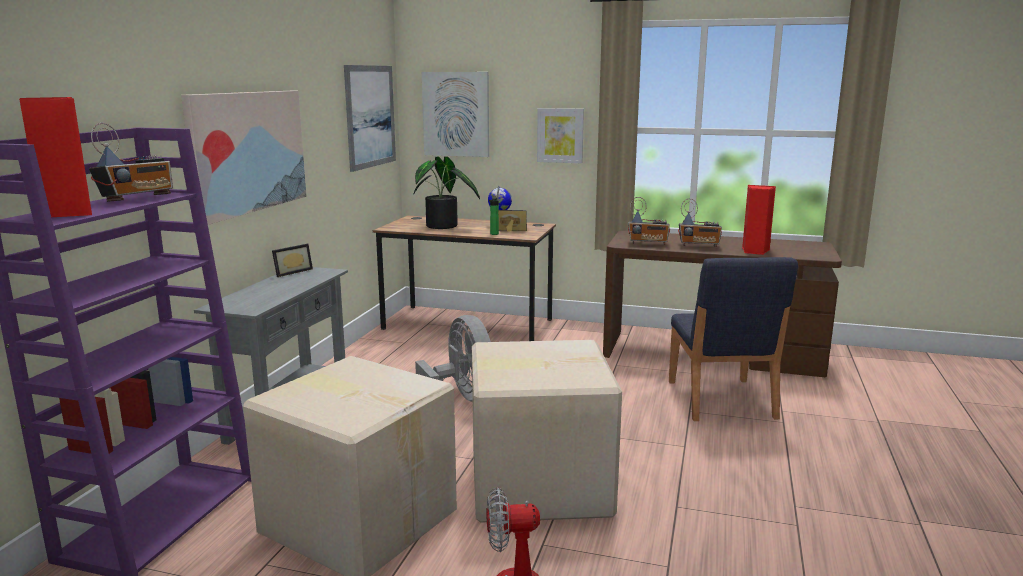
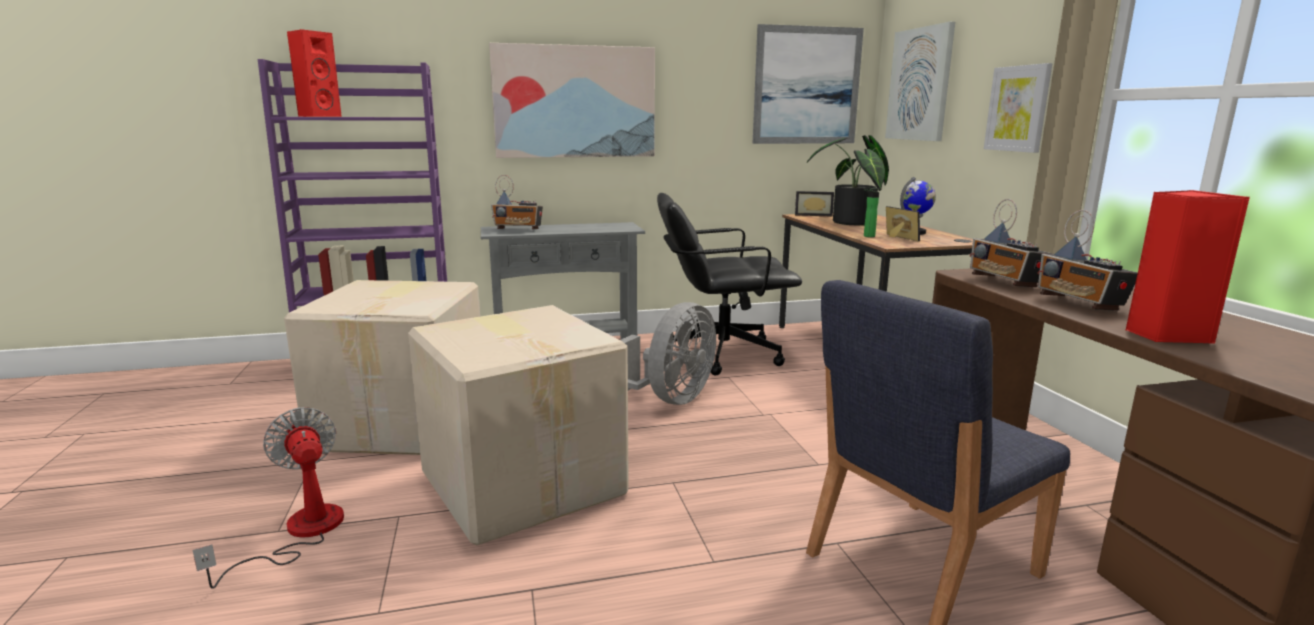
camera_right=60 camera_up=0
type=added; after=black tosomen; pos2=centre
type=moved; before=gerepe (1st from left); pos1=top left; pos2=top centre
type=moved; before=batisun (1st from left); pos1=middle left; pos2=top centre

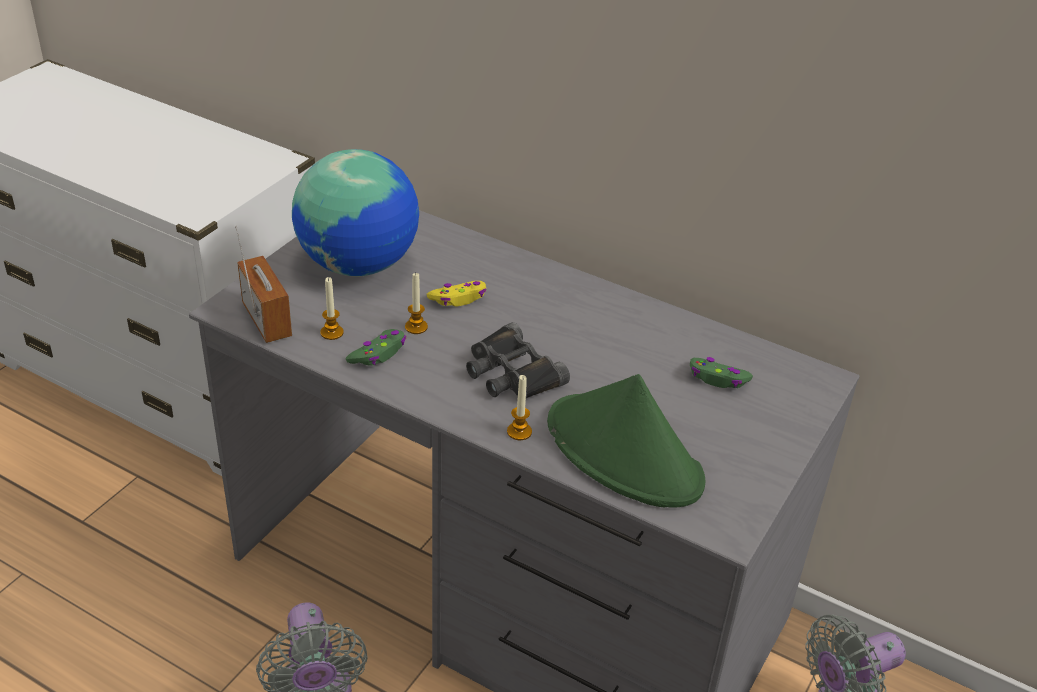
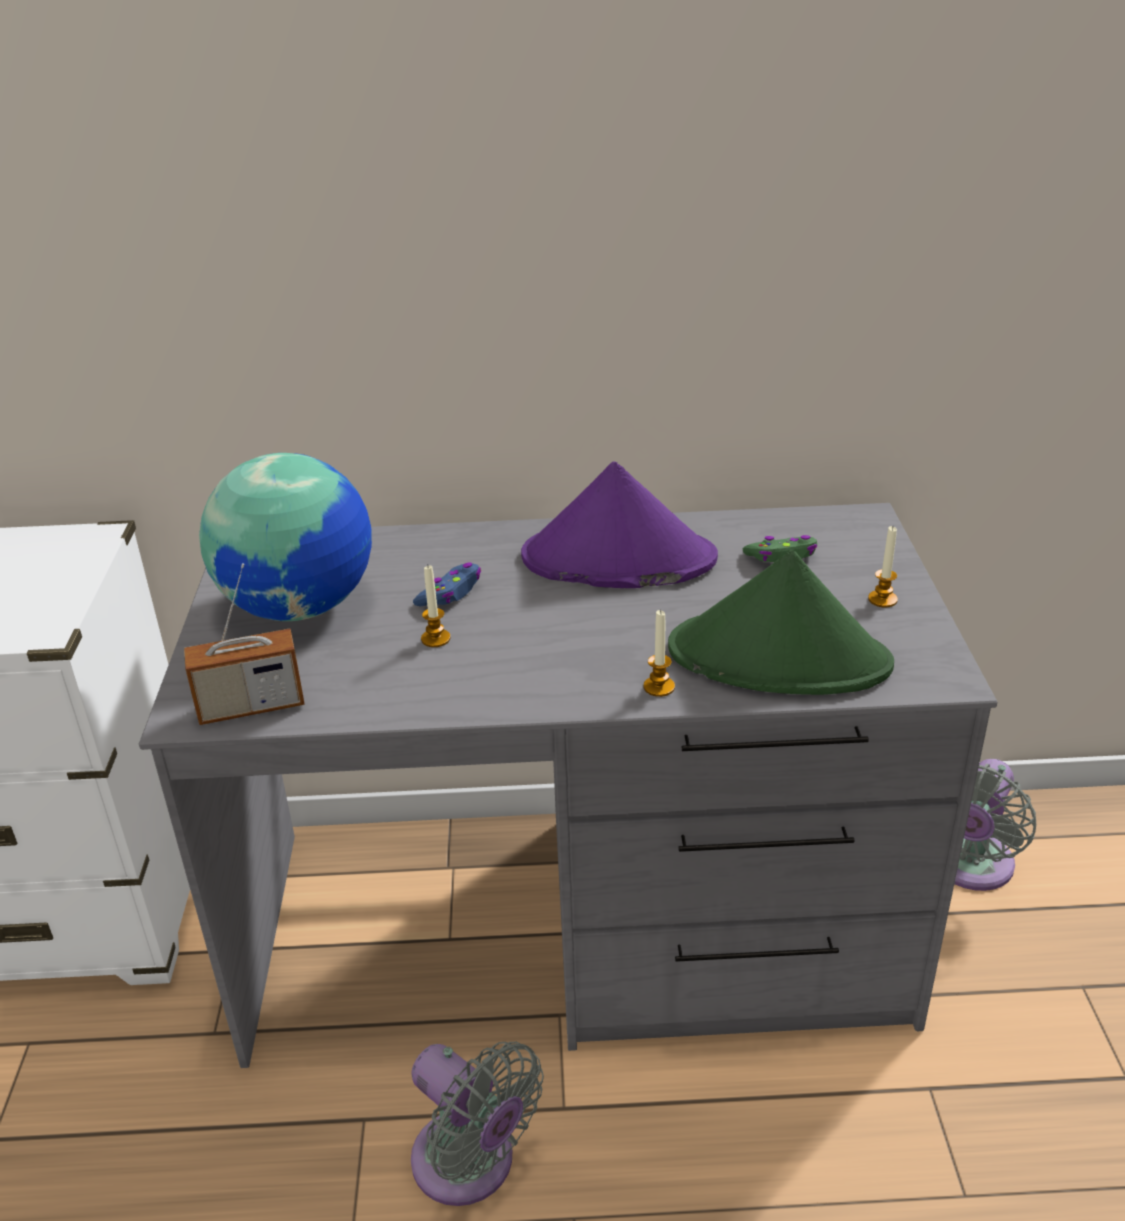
camera_right=-30 camera_up=-5
type=removed; before=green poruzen (1st from left); pos1=centre
type=removed; before=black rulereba; pos1=centre
type=added; after=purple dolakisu; pos2=centre
type=moved; before=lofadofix (1st from left in the first image); after=lofadofix (3rd from left); pos1=middle left; pos2=middle right
type=recoloured; before=yellow poruzen; after=blue poruzen; pos1=centre; pos2=centre
type=turned; before=gerepe; pos1=middle left; pos2=middle left; turn=135

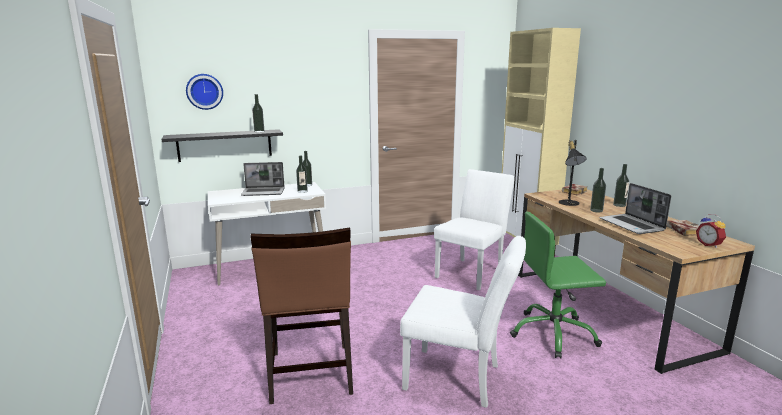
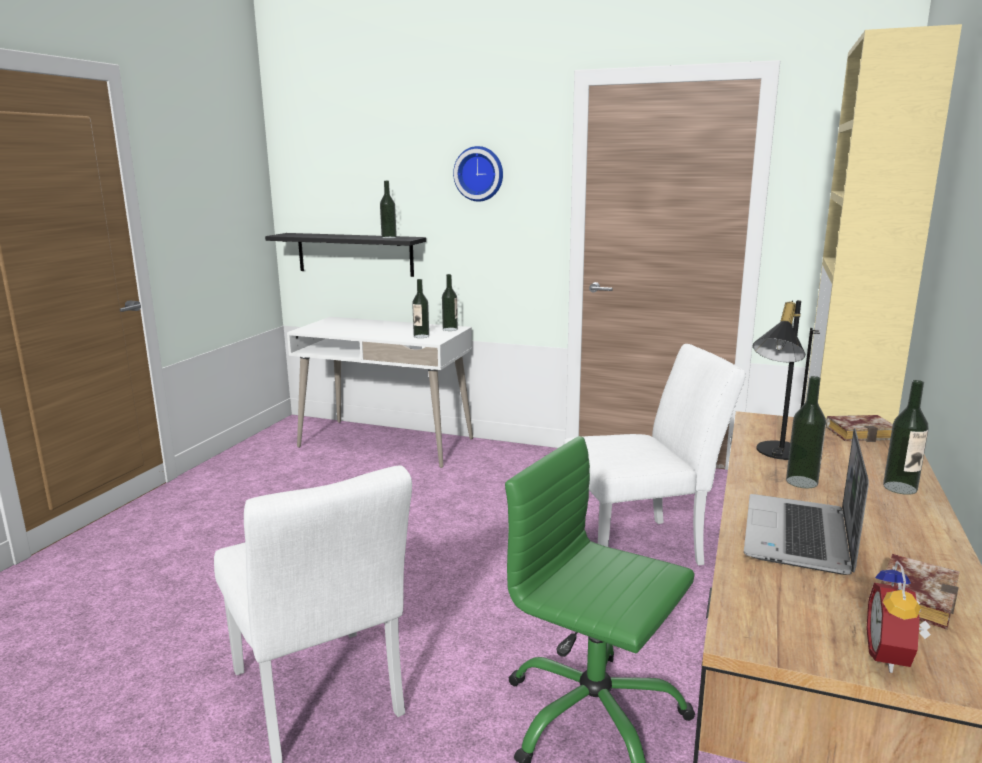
camera_right=40 camera_up=0
type=removed; before=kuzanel (1st from left); pos1=centre
type=removed; before=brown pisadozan; pos1=bottom centre
type=moved; before=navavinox; pos1=top left; pos2=top centre

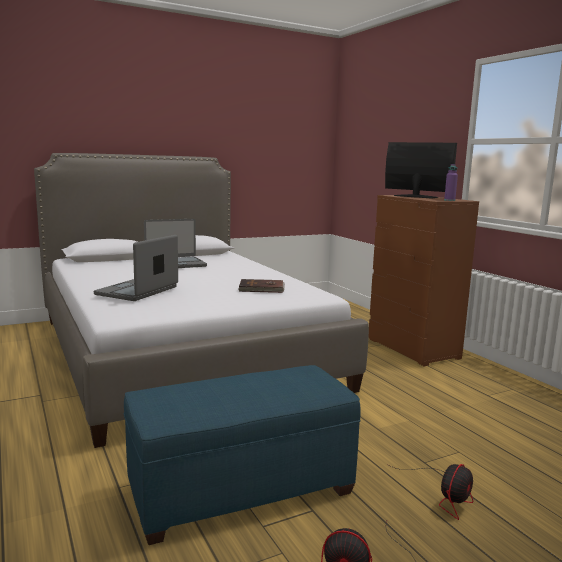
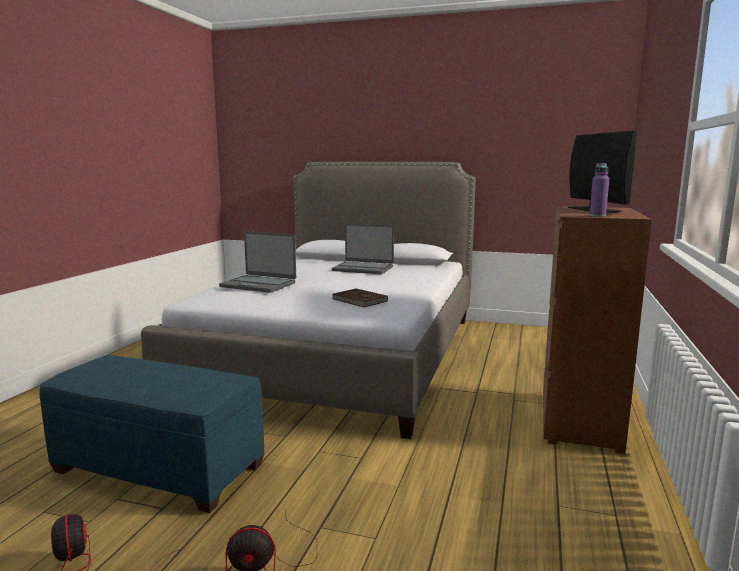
camera_right=45 camera_up=0
type=turned; before=kuzanel (1st from left); pos1=middle left; pos2=centre; turn=-135

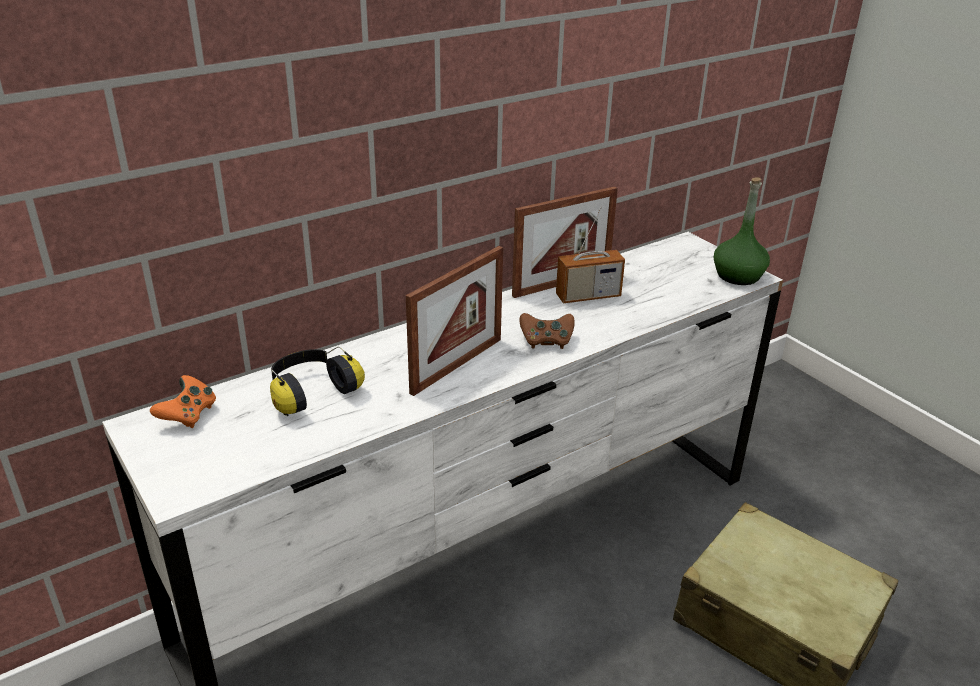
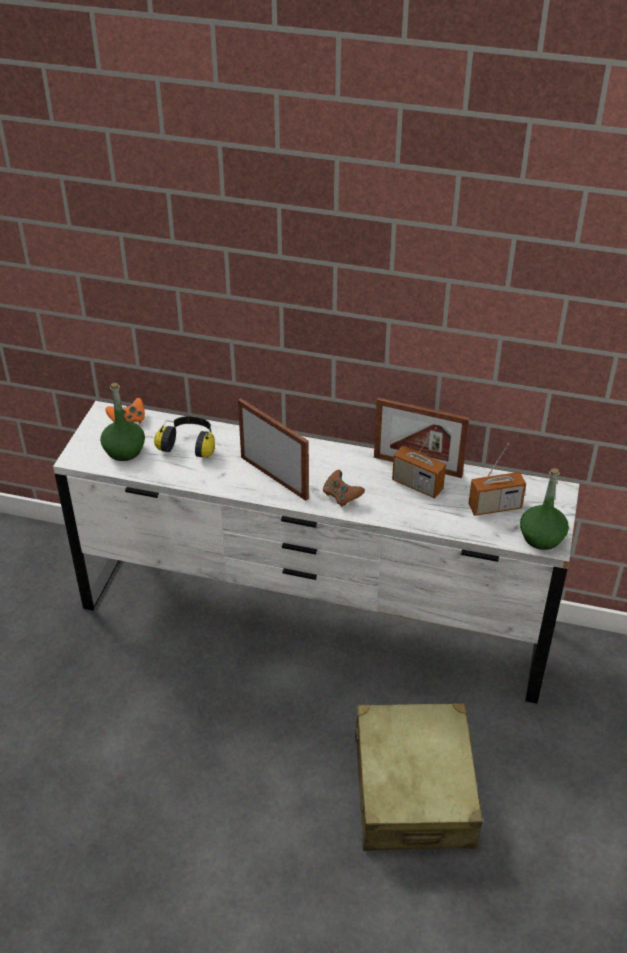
camera_right=50 camera_up=10
type=added; after=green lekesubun (1st from left); pos2=middle left
type=added; after=gerepe (2nd from left); pos2=middle right
type=turned; before=batisun (1st from left); pos1=centre; pos2=centre; turn=-135

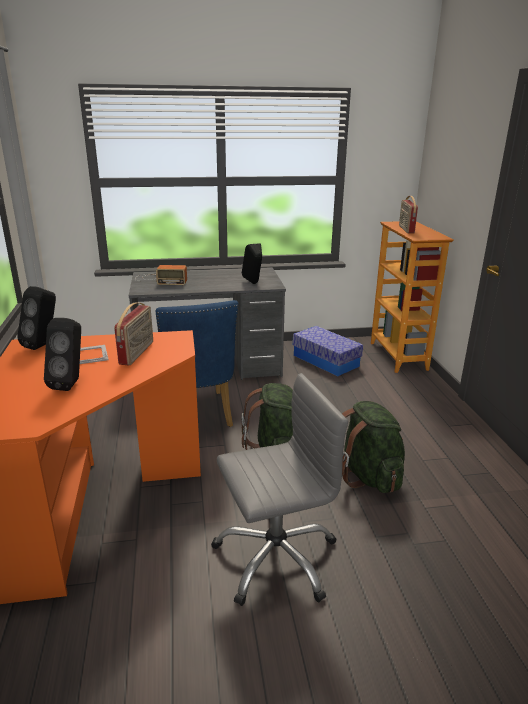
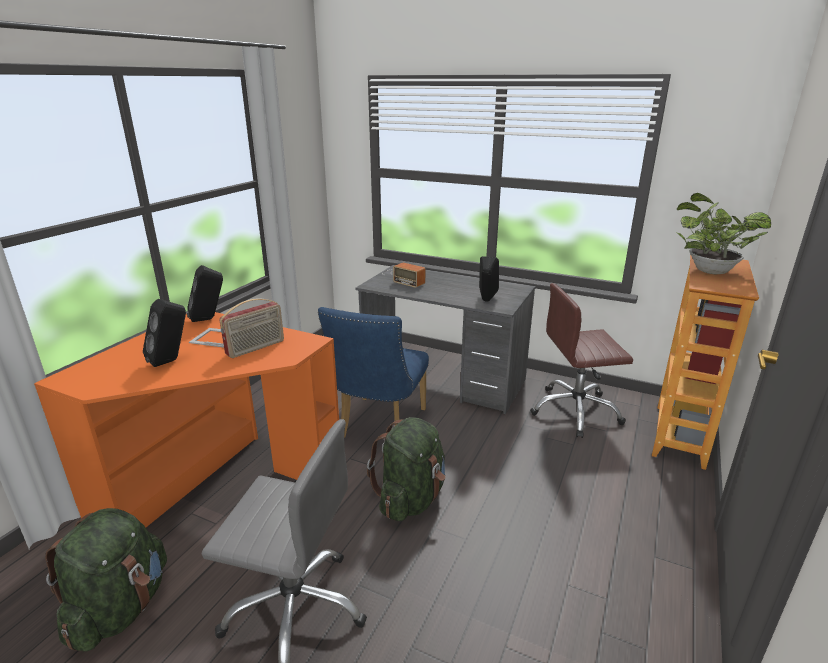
camera_right=35 camera_up=0
type=moved; before=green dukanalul (2nd from left in the first image); after=green dukanalul (1st from left); pos1=middle right; pos2=bottom left
type=replaced; before=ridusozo; after=brown tosomen; pos1=centre; pos2=middle right
type=replaced; before=gerepe (3rd from left); after=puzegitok; pos1=top right; pos2=middle right

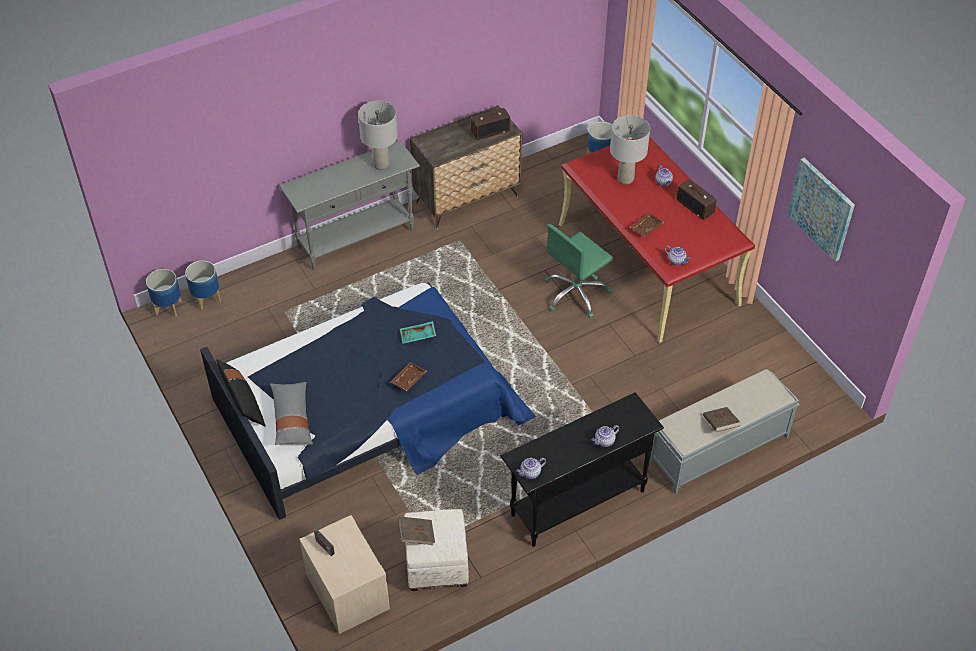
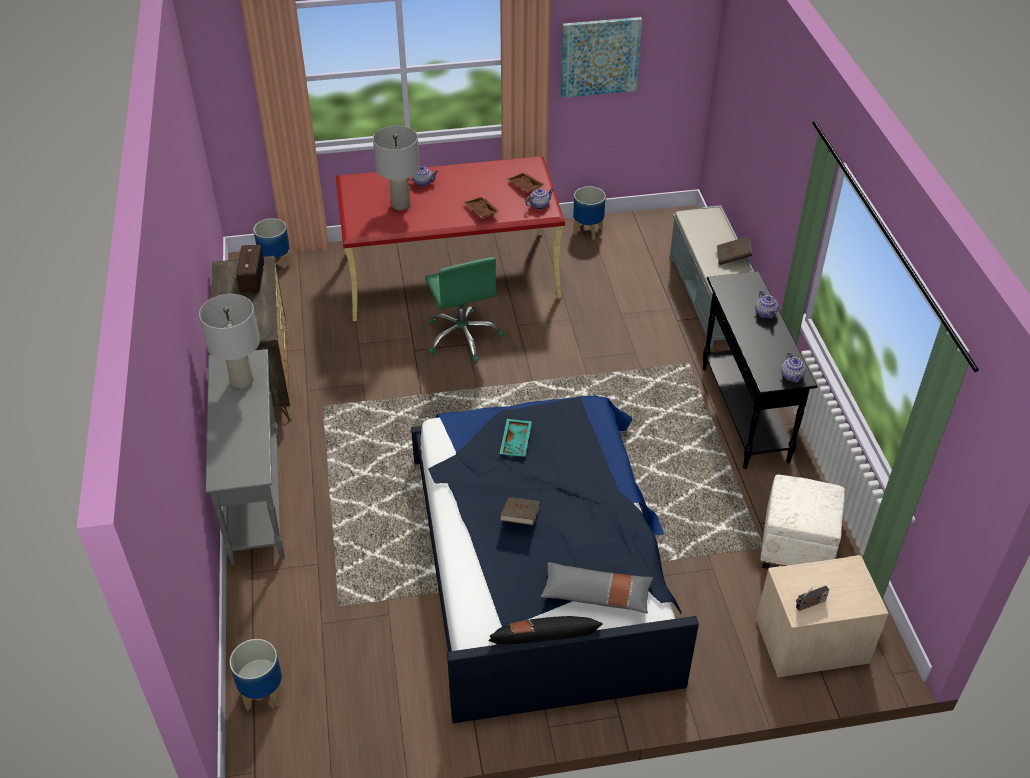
camera_right=-70 camera_up=-5
type=removed; before=gerepe (3rd from left); pos1=top right
type=moved; before=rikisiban (1st from left in the first image); after=rikisiban (3rd from left); pos1=middle left; pos2=top centre
type=moved; before=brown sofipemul (1st from left in the first image); after=brown sofipemul (2nd from left); pos1=centre; pos2=top centre
type=moved; before=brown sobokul (1st from left); pos1=bottom centre; pos2=centre

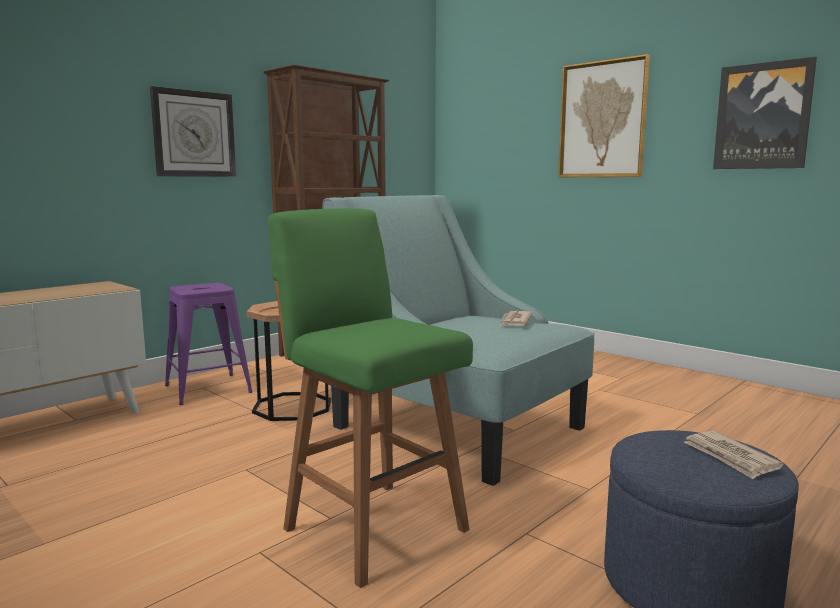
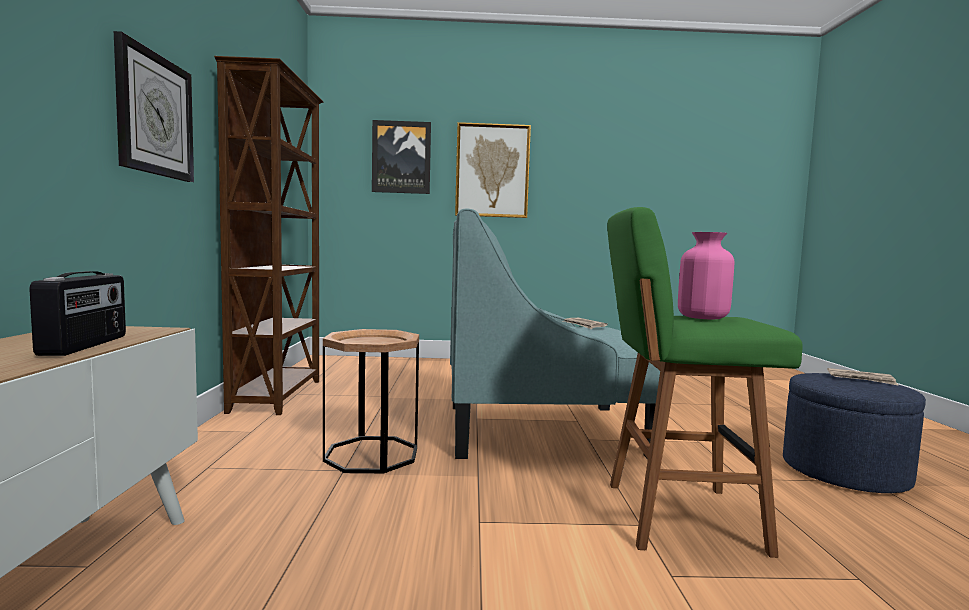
camera_right=-45 camera_up=-5
type=removed; before=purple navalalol; pos1=middle left
type=added; after=gerepe; pos2=middle left
type=added; after=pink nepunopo; pos2=middle right
type=moved; before=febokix (2nd from left in the first image); after=febokix (1st from left); pos1=top right; pos2=top centre

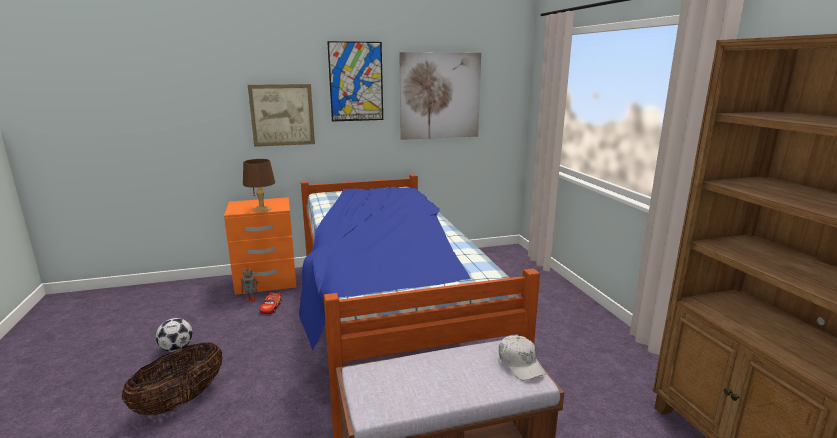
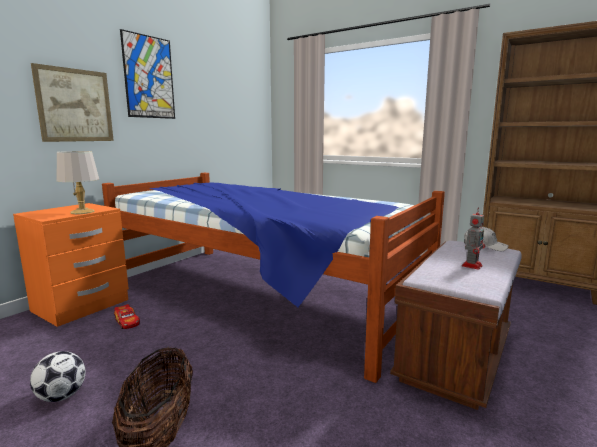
camera_right=-40 camera_up=-5
type=removed; before=febokix (3rd from left); pos1=top centre
type=moved; before=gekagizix; pos1=middle left; pos2=middle right
type=recoloured; before=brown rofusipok; after=grey rofusipok; pos1=middle left; pos2=middle left

